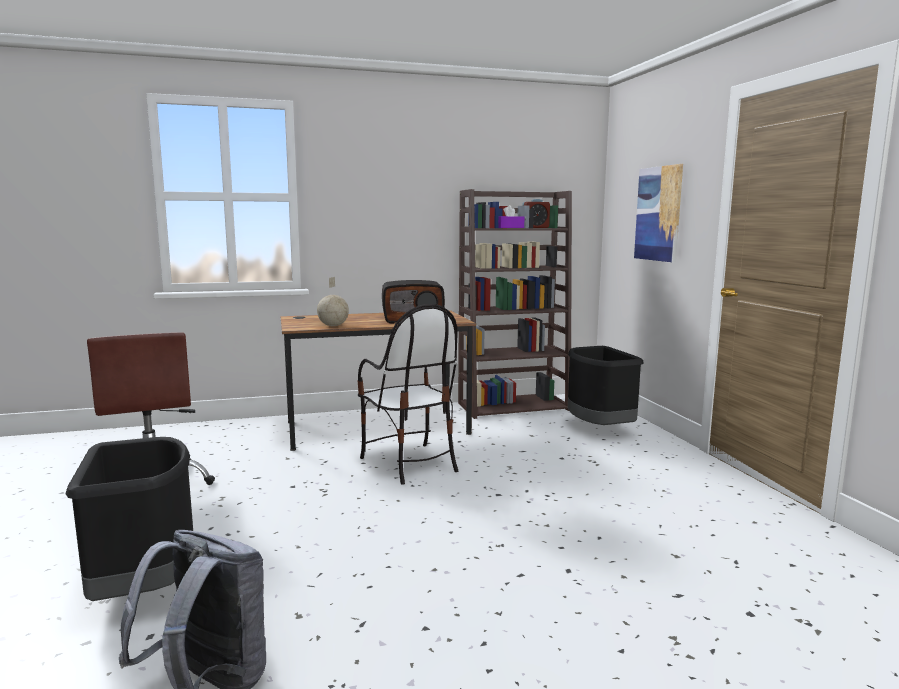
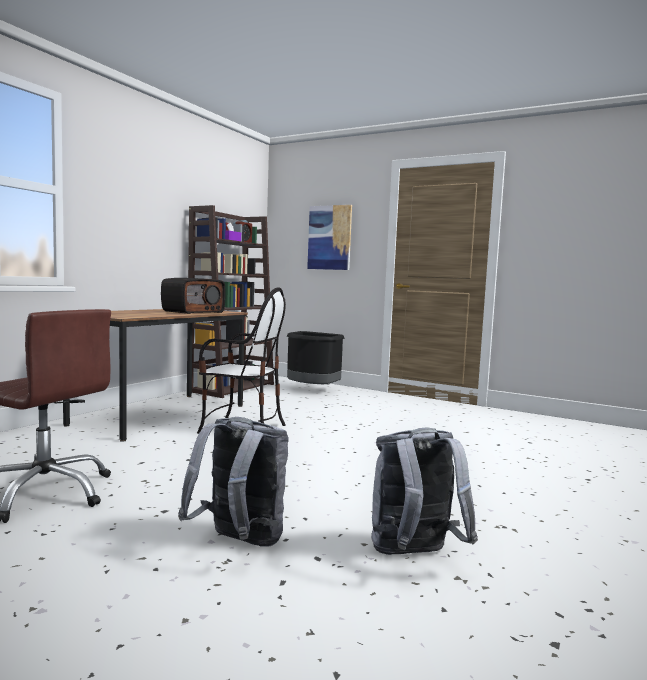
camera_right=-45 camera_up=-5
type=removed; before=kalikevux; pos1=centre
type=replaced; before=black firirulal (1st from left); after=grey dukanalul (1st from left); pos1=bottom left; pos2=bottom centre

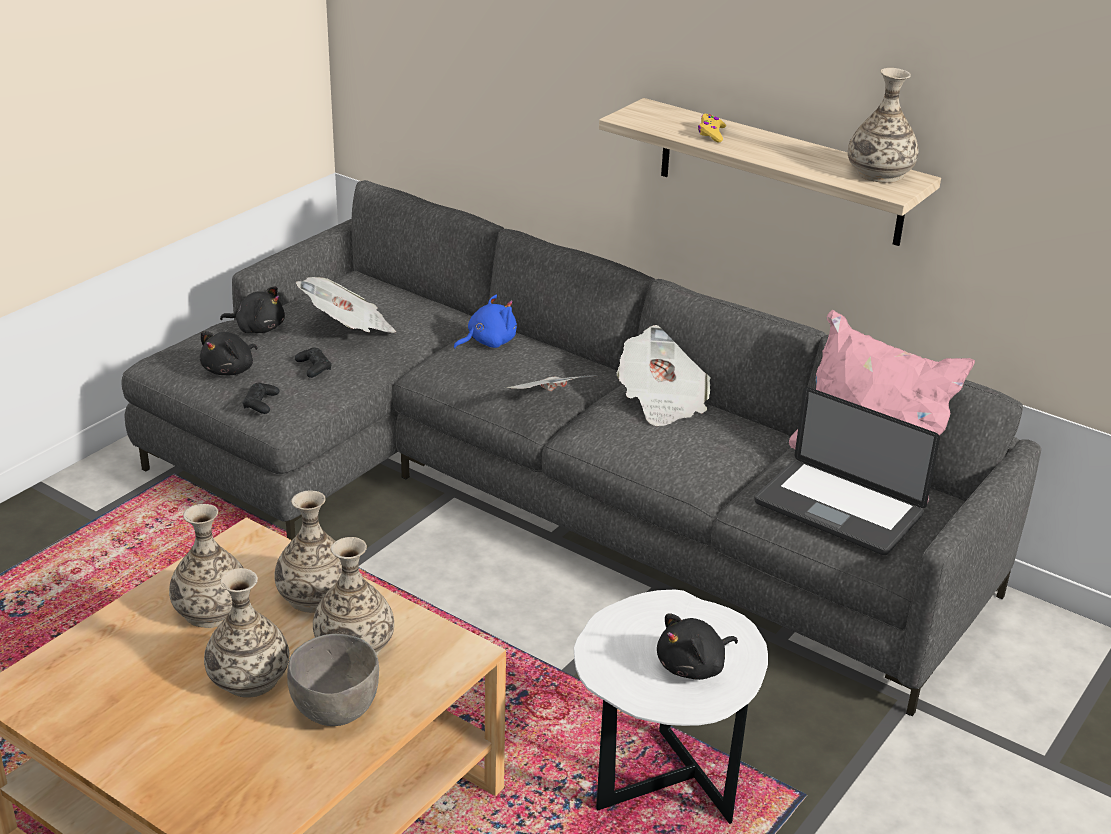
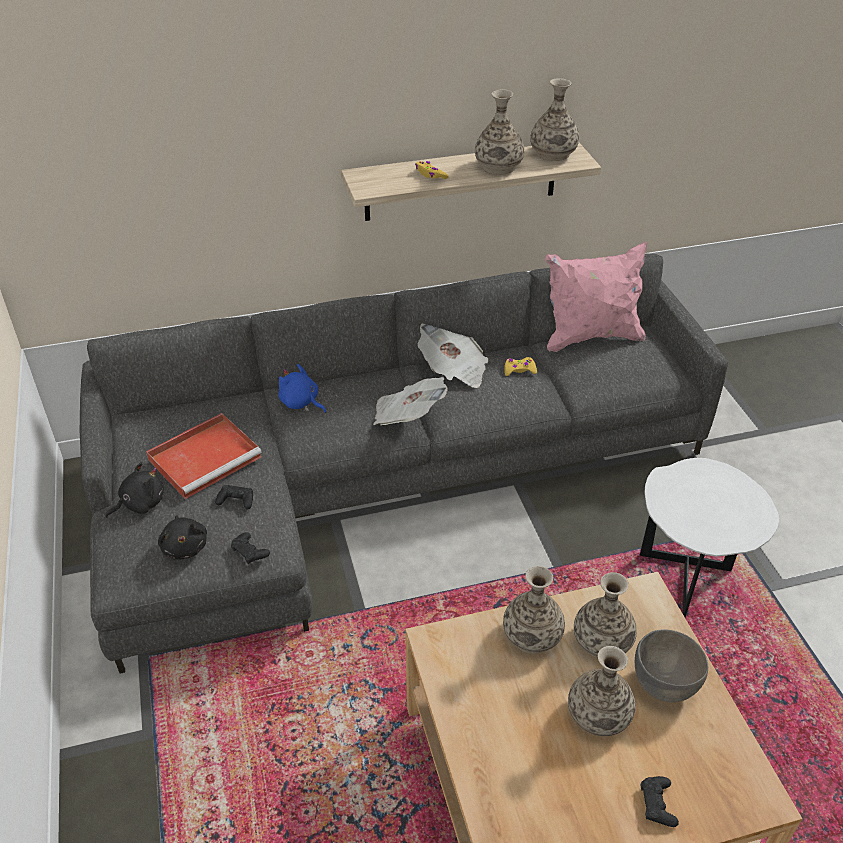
camera_right=-50 camera_up=10
type=removed; before=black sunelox (3rd from left); pos1=bottom centre
type=removed; before=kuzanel; pos1=middle right
type=added; after=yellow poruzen (2nd from left); pos2=centre
type=added; after=black poruzen (3rd from left); pos2=bottom right
type=moved; before=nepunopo (1st from left); pos1=bottom left; pos2=top centre
type=replaced; before=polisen (1st from left); after=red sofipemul; pos1=middle left; pos2=middle left
type=turned; before=blue sunelox; pos1=centre; pos2=centre; turn=-60

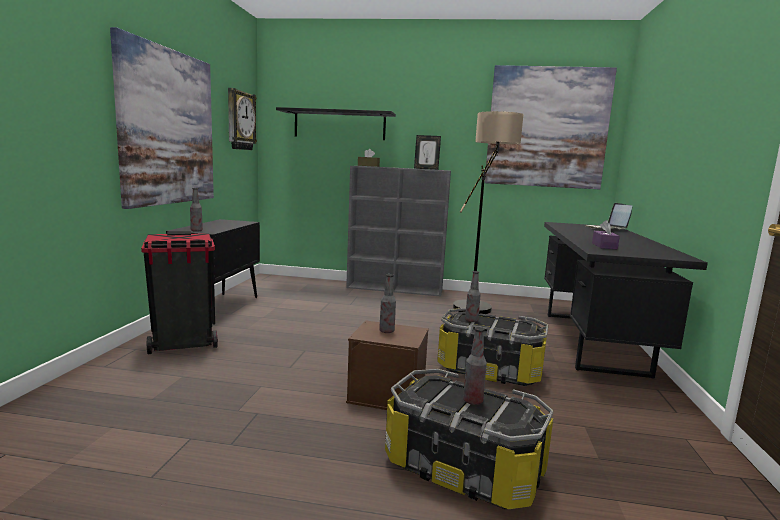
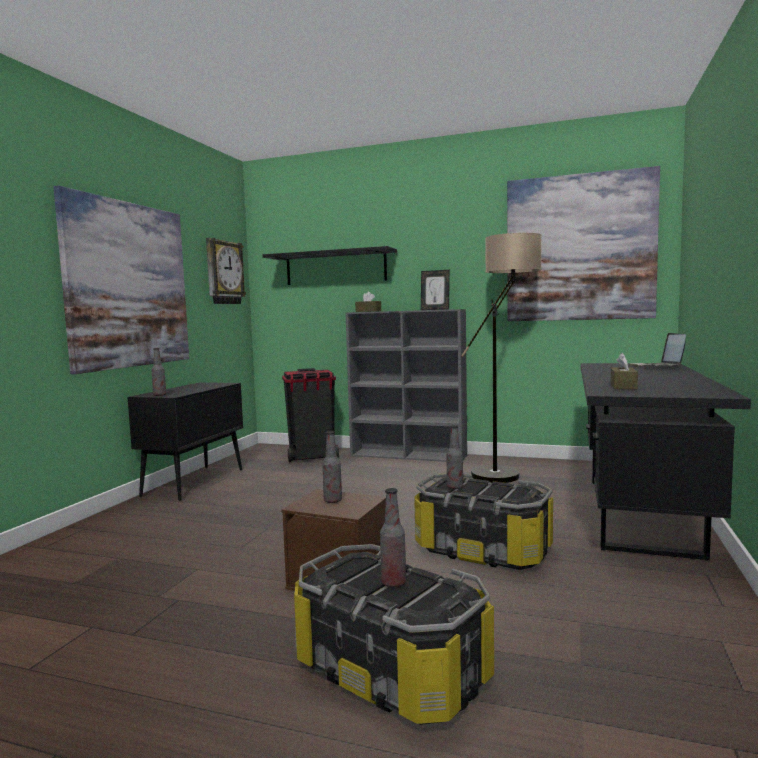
camera_right=10 camera_up=-5
type=moved; before=black firirulal; pos1=middle left; pos2=centre
type=recoloured; before=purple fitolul; after=brown fitolul (2nd from left); pos1=middle right; pos2=middle right

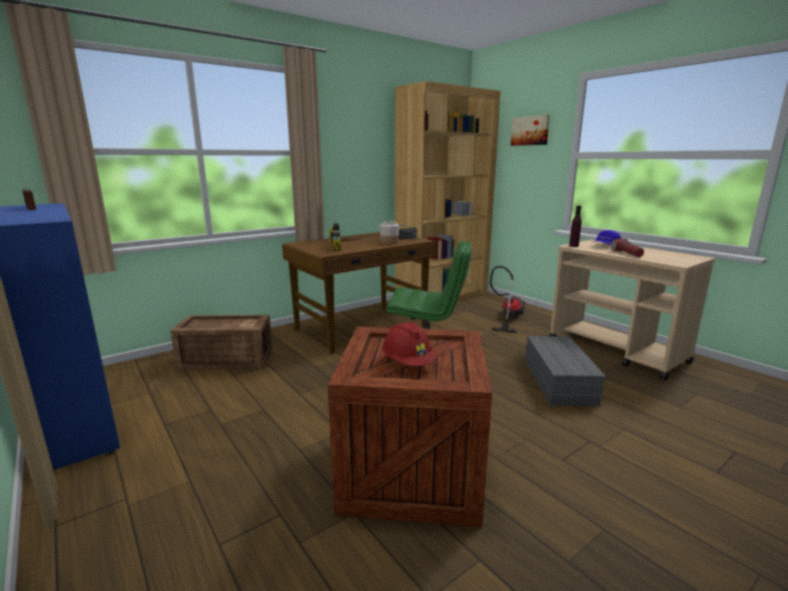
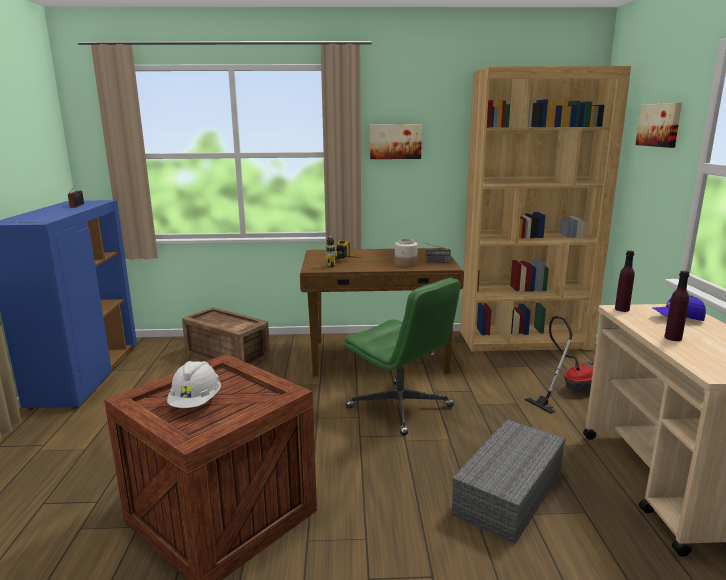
camera_right=35 camera_up=0
type=added; after=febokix (1st from left); pos2=top centre
type=replaced; before=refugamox; after=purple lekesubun (2nd from left); pos1=middle right; pos2=middle right
type=recoloured; before=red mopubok; after=white mopubok; pos1=centre; pos2=middle left

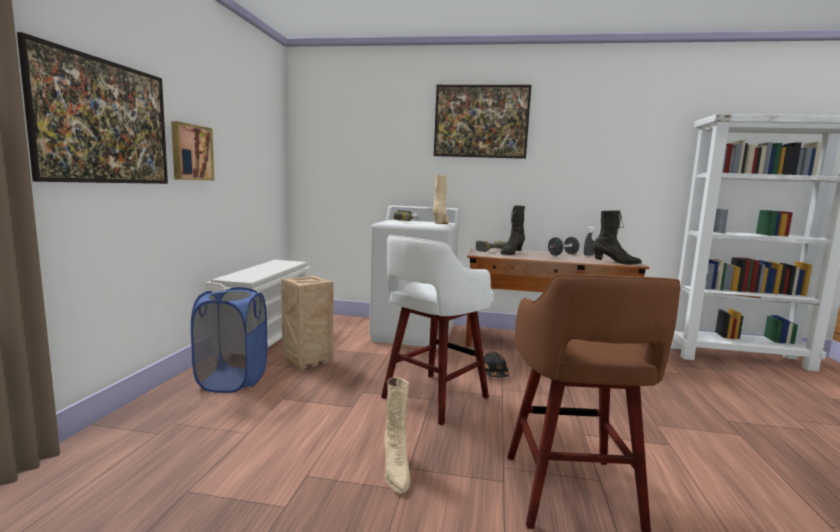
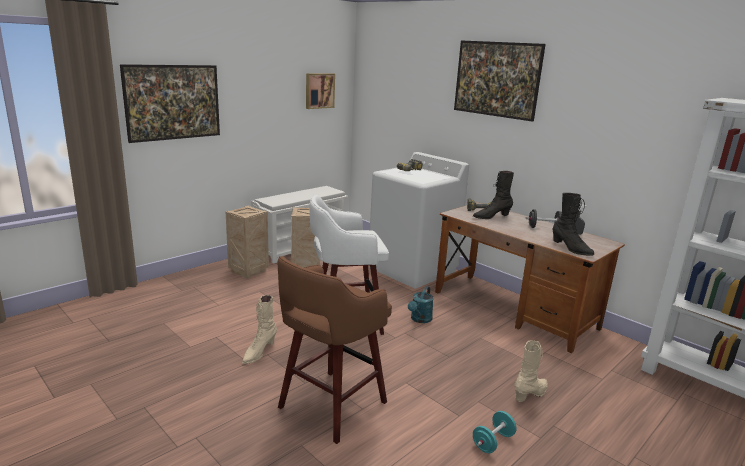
camera_right=35 camera_up=10
type=added; after=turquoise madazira; pos2=bottom centre
type=moved; before=febokix (2nd from left); pos1=top left; pos2=top centre
type=moved; before=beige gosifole (2nd from left); pos1=centre; pos2=bottom right
type=replaced; before=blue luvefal; after=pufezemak (1st from left); pos1=middle left; pos2=middle left
type=replaced; before=black mopubok; after=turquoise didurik; pos1=bottom centre; pos2=centre

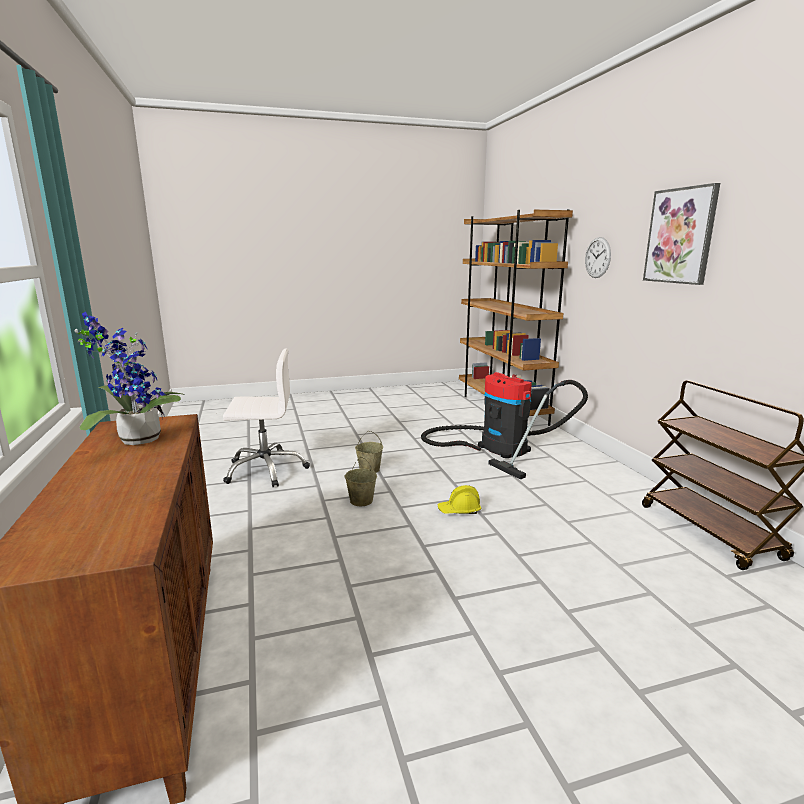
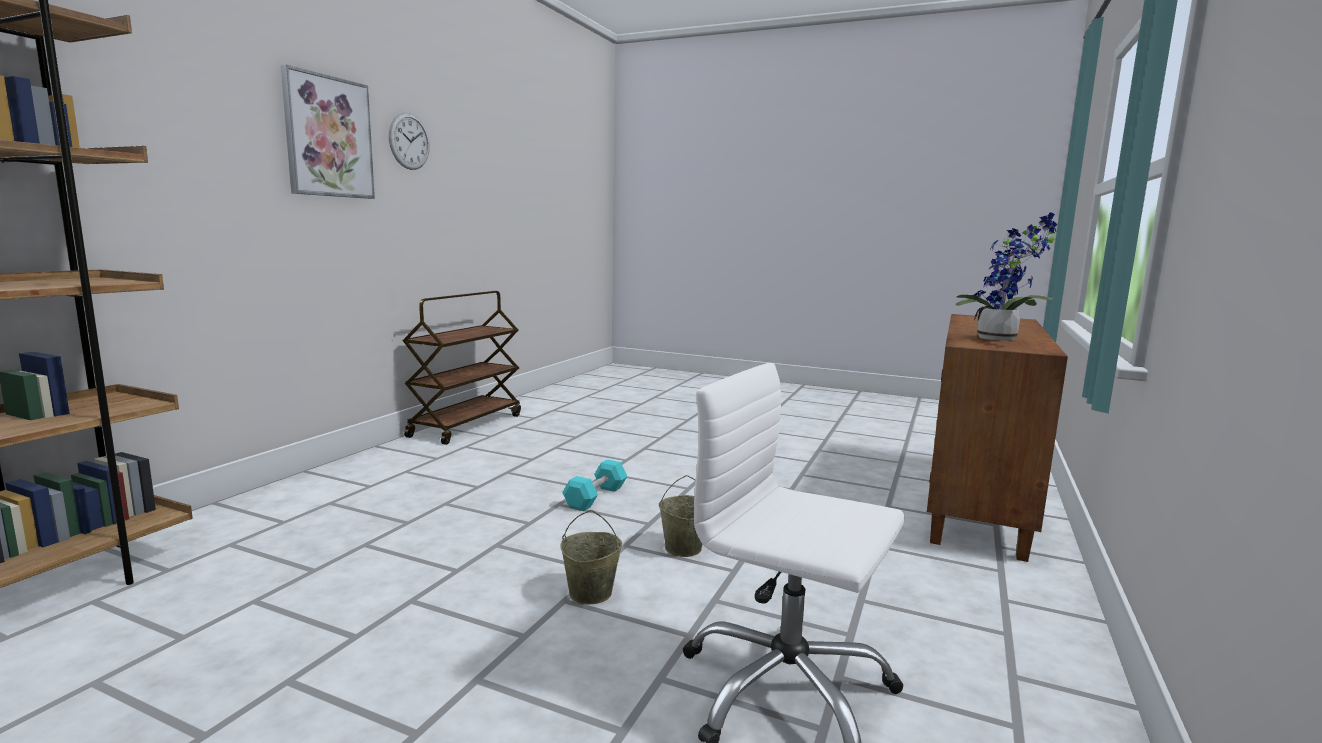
camera_right=-140 camera_up=-5
type=removed; before=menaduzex; pos1=centre
type=moved; before=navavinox; pos1=top right; pos2=top left
type=replaced; before=yellow mopubok; after=turquoise madazira; pos1=centre; pos2=centre

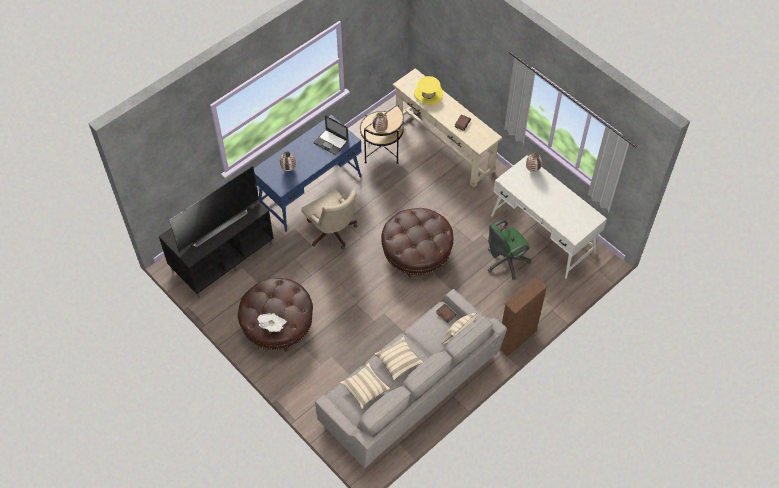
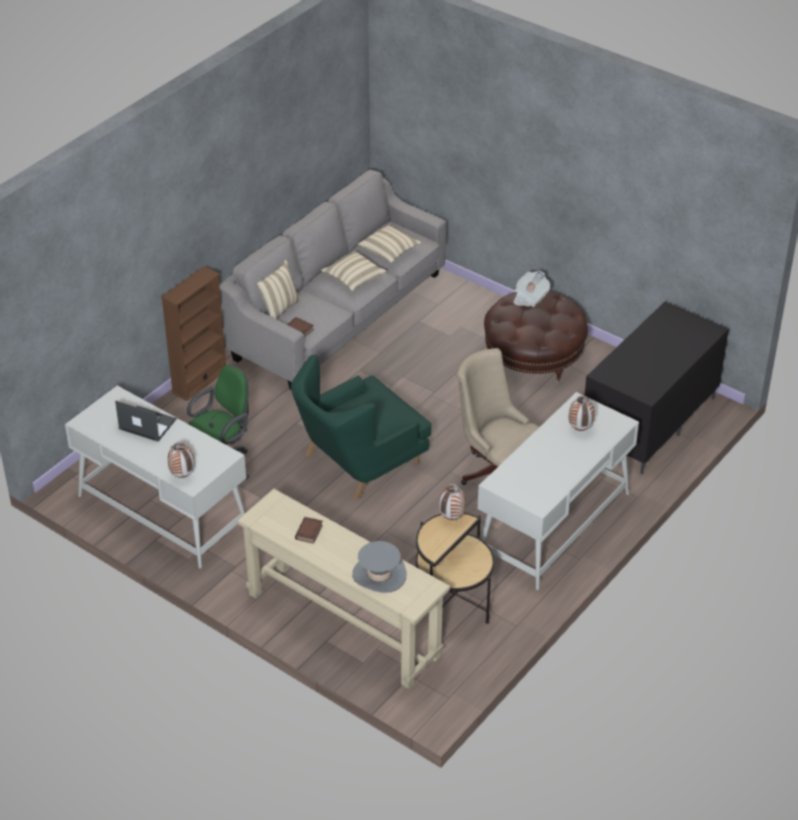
camera_right=170 camera_up=-15
type=removed; before=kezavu; pos1=middle left
type=moved; before=kuzanel; pos1=top centre; pos2=middle left
type=replaced; before=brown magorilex (2nd from left); after=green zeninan; pos1=centre; pos2=centre
type=recoloured; before=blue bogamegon; after=white bogamegon (2nd from left); pos1=centre; pos2=middle right
type=recoloured; before=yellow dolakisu; after=grey dolakisu; pos1=top centre; pos2=bottom centre

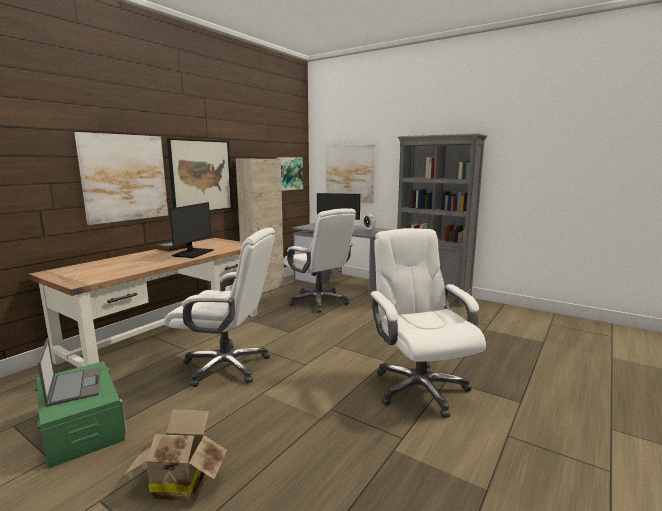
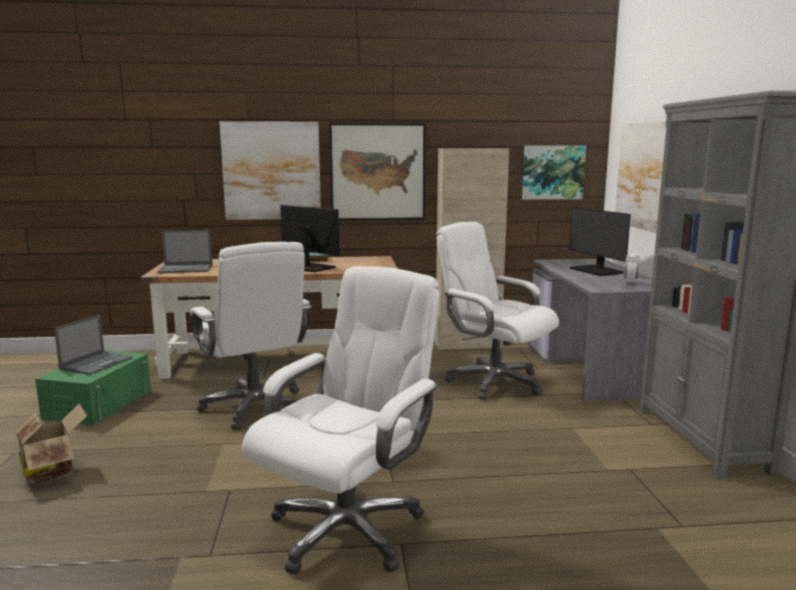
camera_right=50 camera_up=0
type=added; after=kuzanel (2nd from left); pos2=middle left
type=turned; before=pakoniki (1st from left); pos1=middle left; pos2=centre; turn=-120
type=turned; before=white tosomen (2nd from left in the first image); pos1=centre; pos2=centre; turn=120

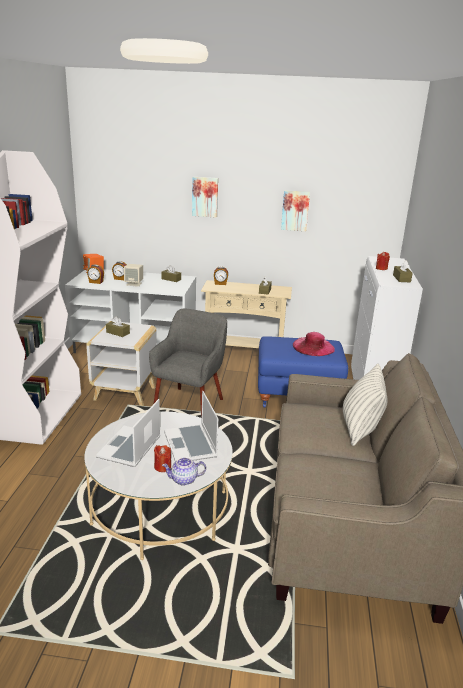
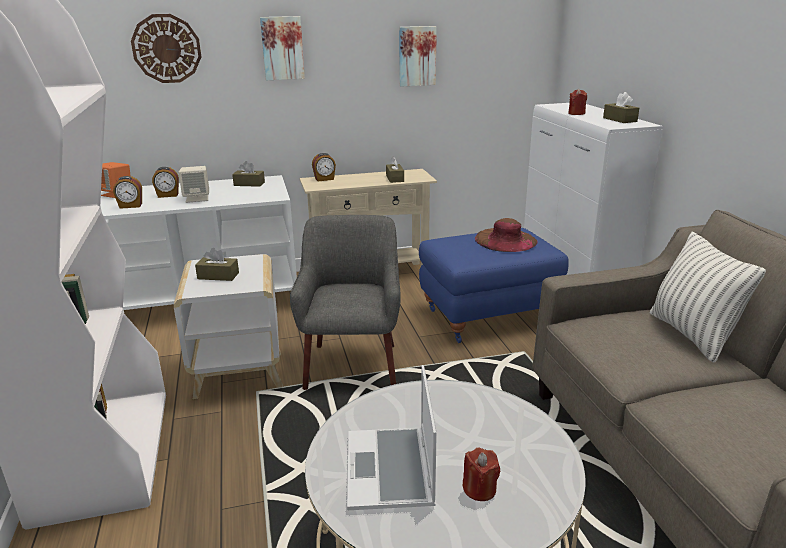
camera_right=-20 camera_up=0
type=removed; before=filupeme; pos1=bottom centre
type=removed; before=kuzanel (2nd from left); pos1=centre
type=added; after=navavinox; pos2=top left
type=recoloured; before=pink dolakisu; after=brown dolakisu; pos1=middle right; pos2=centre

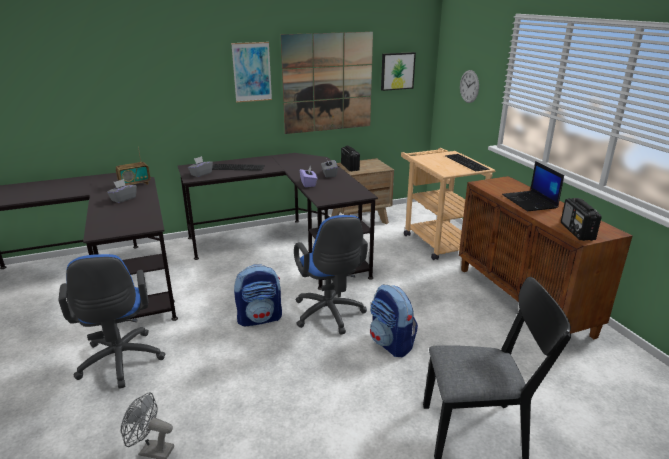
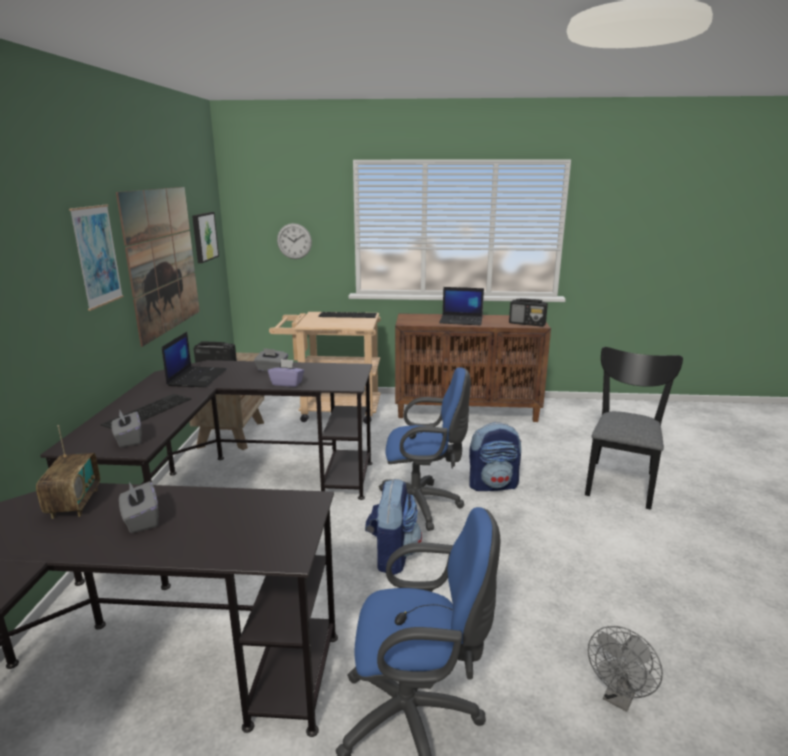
camera_right=-65 camera_up=-5
type=added; after=kuzanel (1st from left); pos2=middle left

